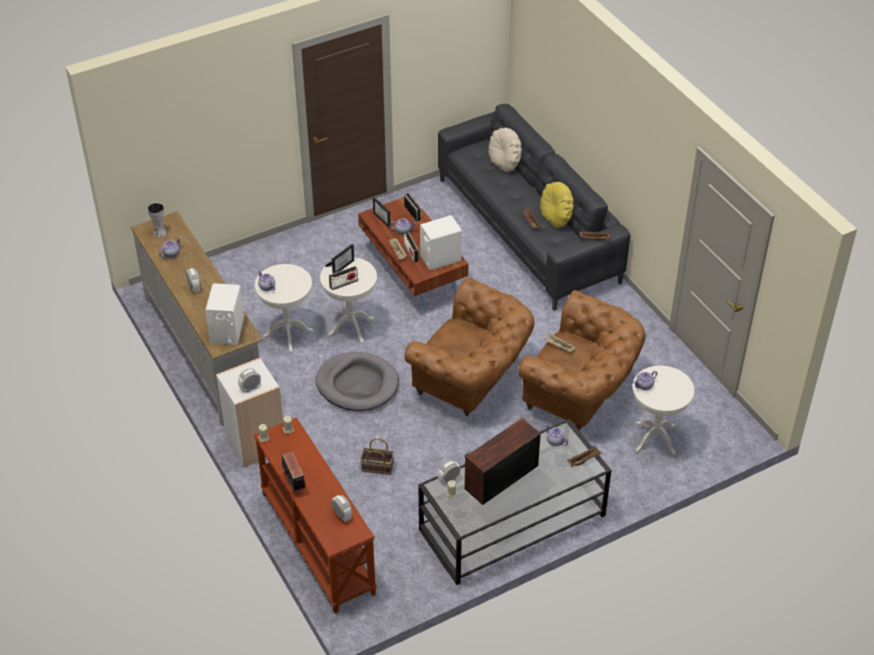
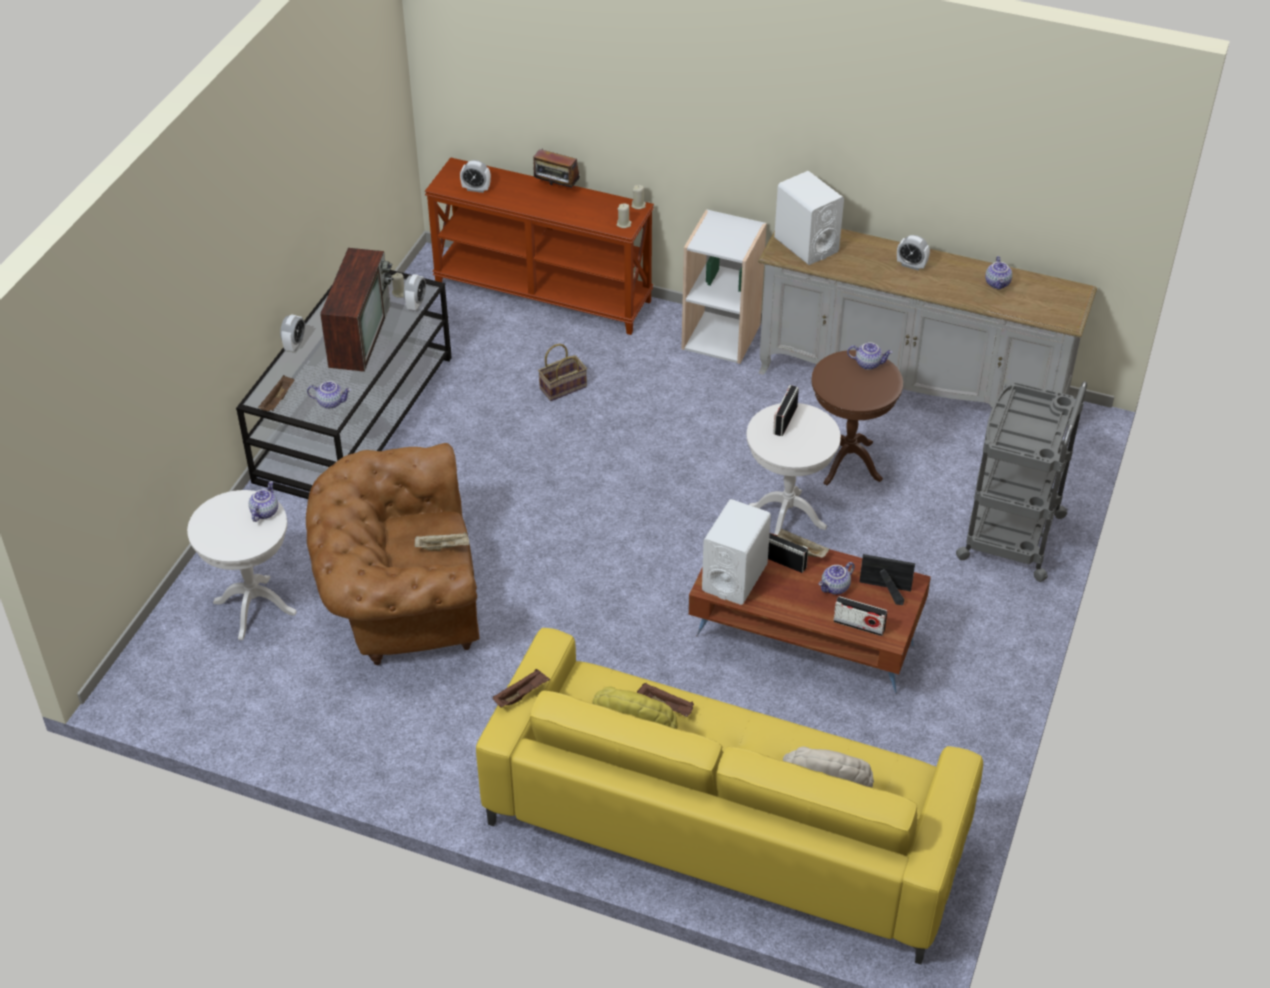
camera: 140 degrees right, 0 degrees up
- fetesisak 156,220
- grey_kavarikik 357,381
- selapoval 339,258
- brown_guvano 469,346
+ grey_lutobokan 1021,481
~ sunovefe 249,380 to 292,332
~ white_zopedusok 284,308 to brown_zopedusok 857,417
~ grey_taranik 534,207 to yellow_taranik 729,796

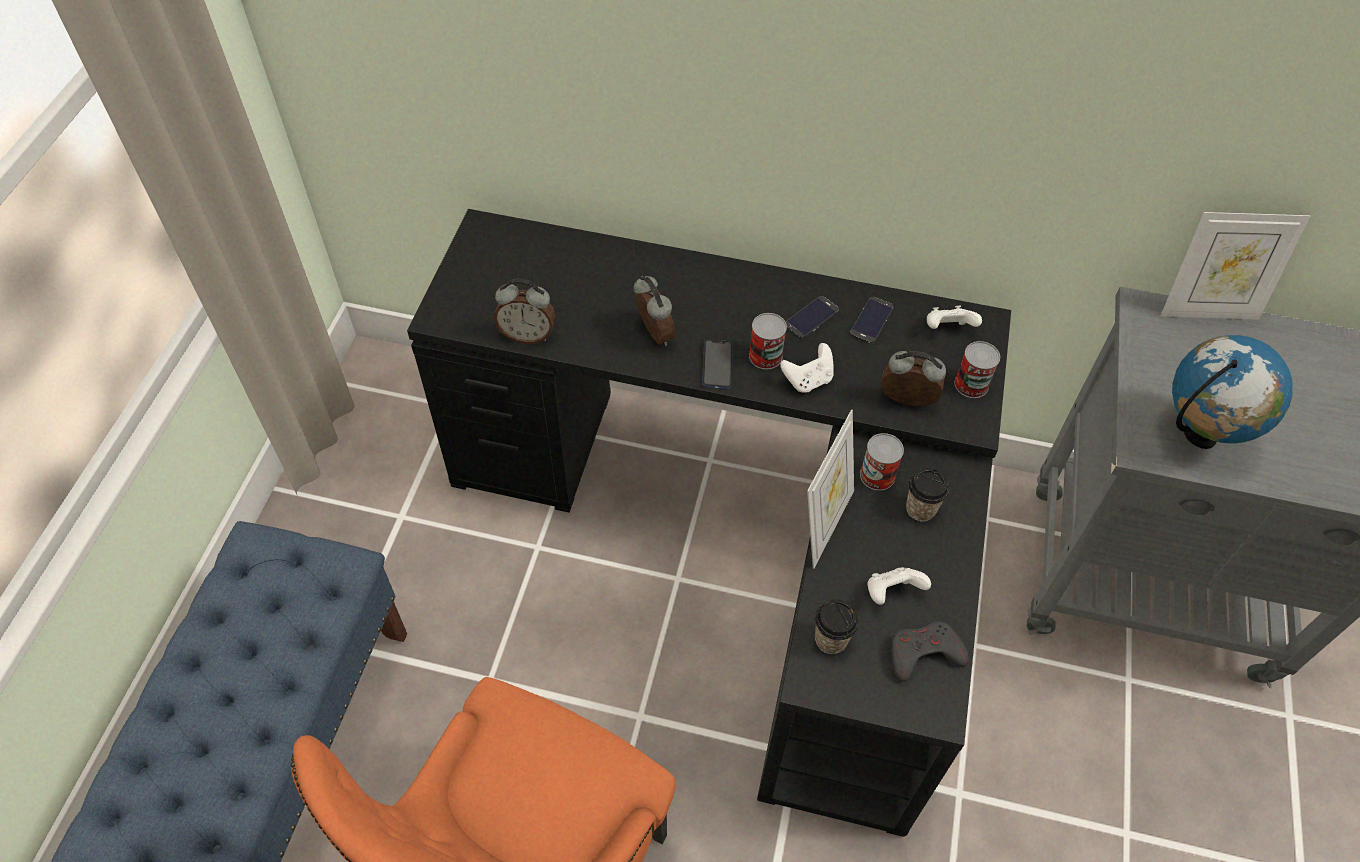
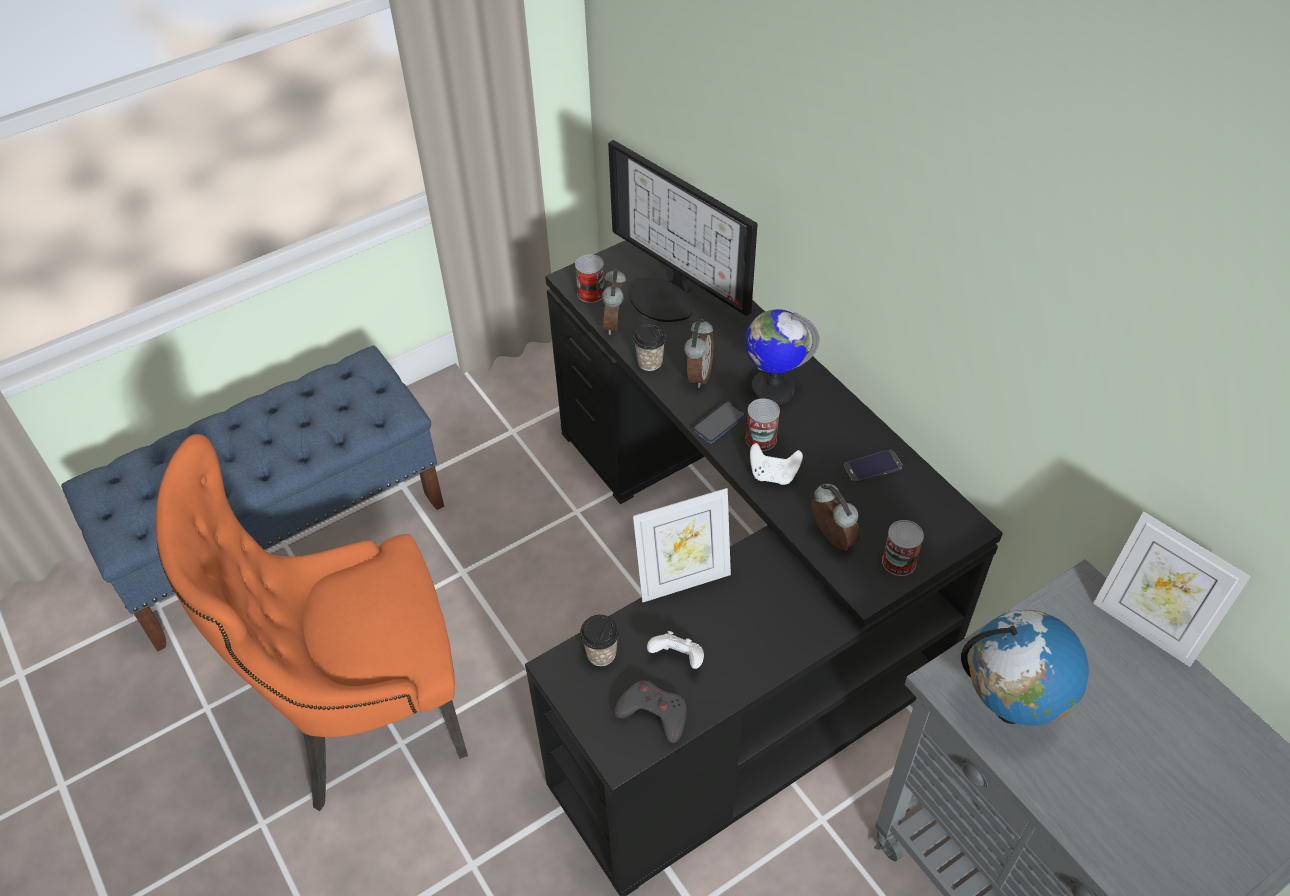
camera: 45 degrees right, 5 degrees down
- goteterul 812,317
- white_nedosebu 954,317
+ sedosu 682,231
+ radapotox 782,357
~ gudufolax 882,462 to 590,278
~ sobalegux 927,495 to 649,347
~ sunovefe 524,311 = 614,302 45 degrees clockwise

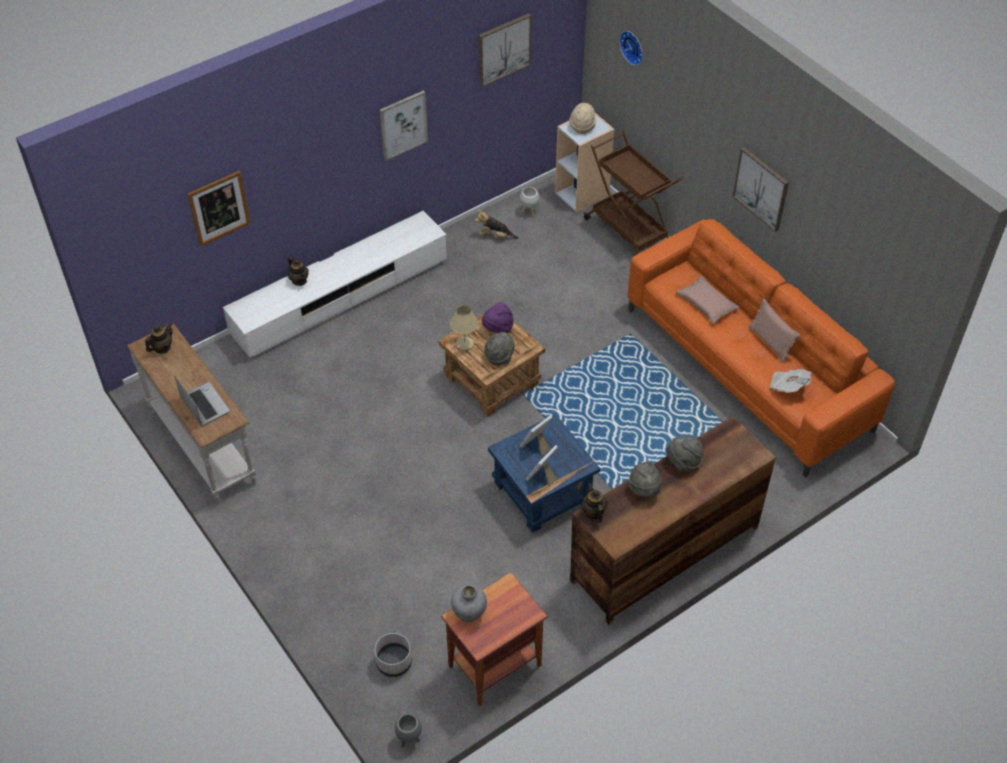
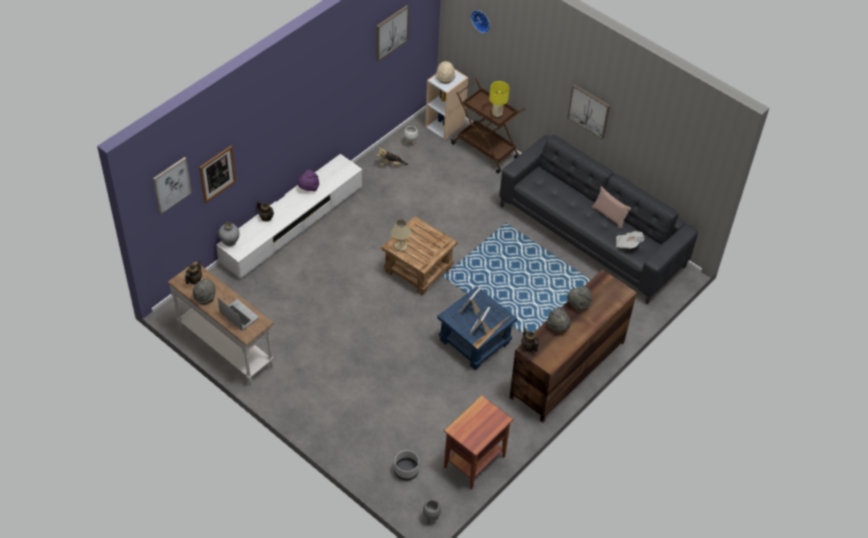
camera: 15 degrees left, 0 degrees up
- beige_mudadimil 707,300
+ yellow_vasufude 499,99
~ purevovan 404,125 to 172,185
~ grey_fetesisak 469,603 to 229,234
~ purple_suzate 498,317 to 308,180
~ grey_suzate 499,349 to 204,292
~ orange_taranik 761,348 to grey_taranik 598,220

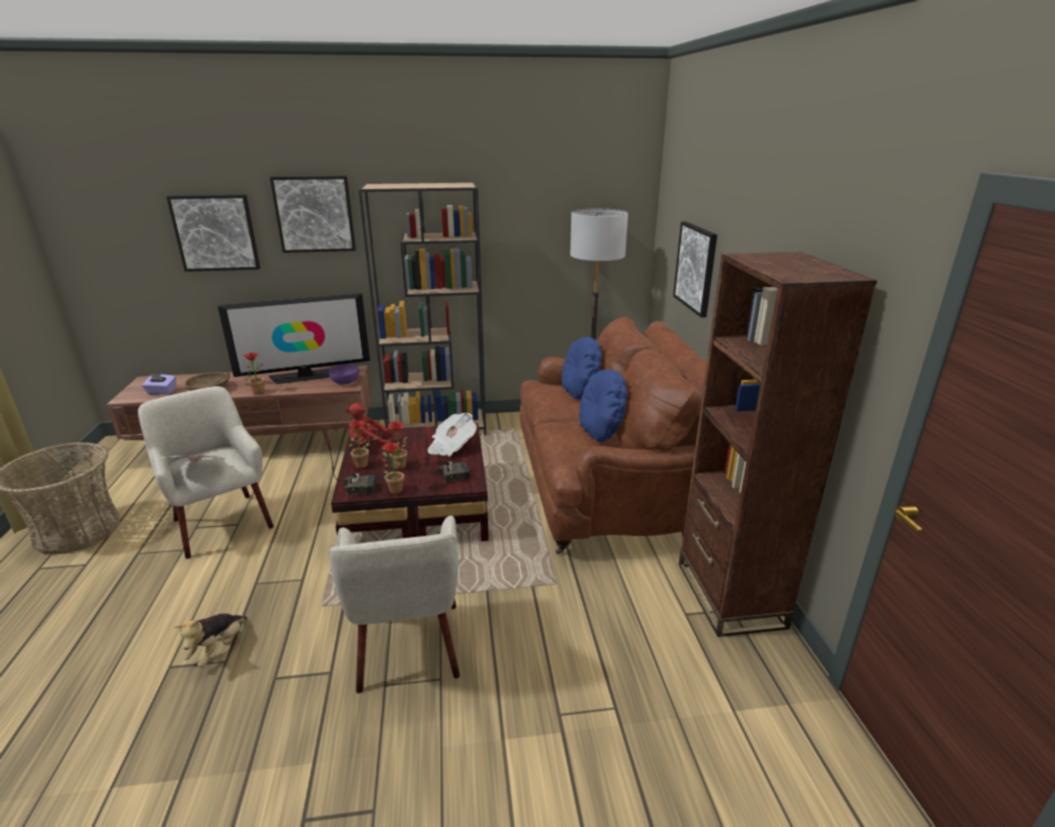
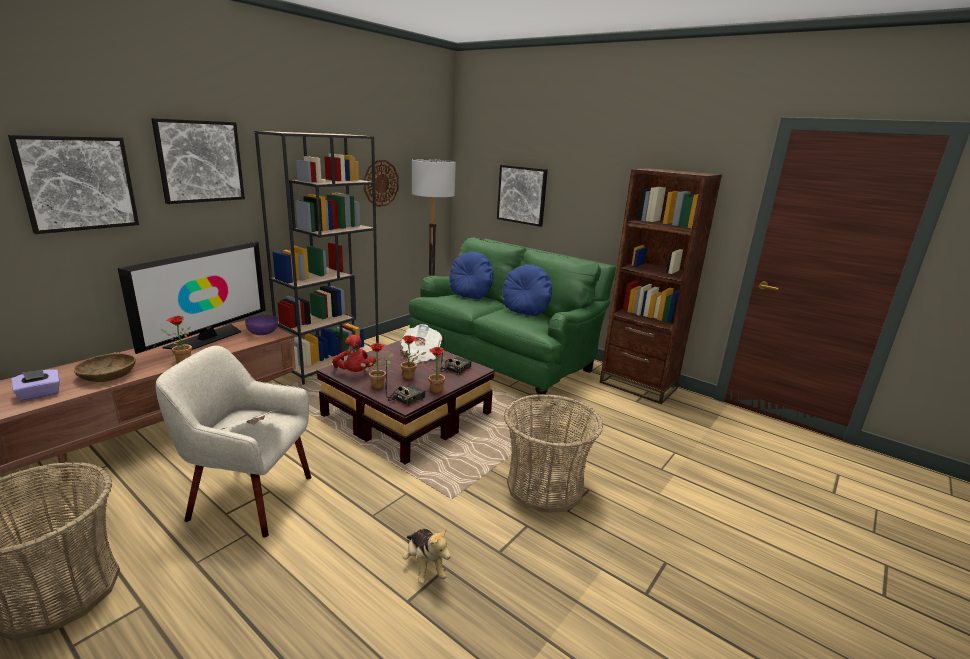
camera: 45 degrees left, 5 degrees down
+ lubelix 381,183
~ beige_guvano 394,604 to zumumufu 553,453
~ brown_taranik 613,435 to green_taranik 512,319
~ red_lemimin 369,424 = 354,353 60 degrees counterclockwise

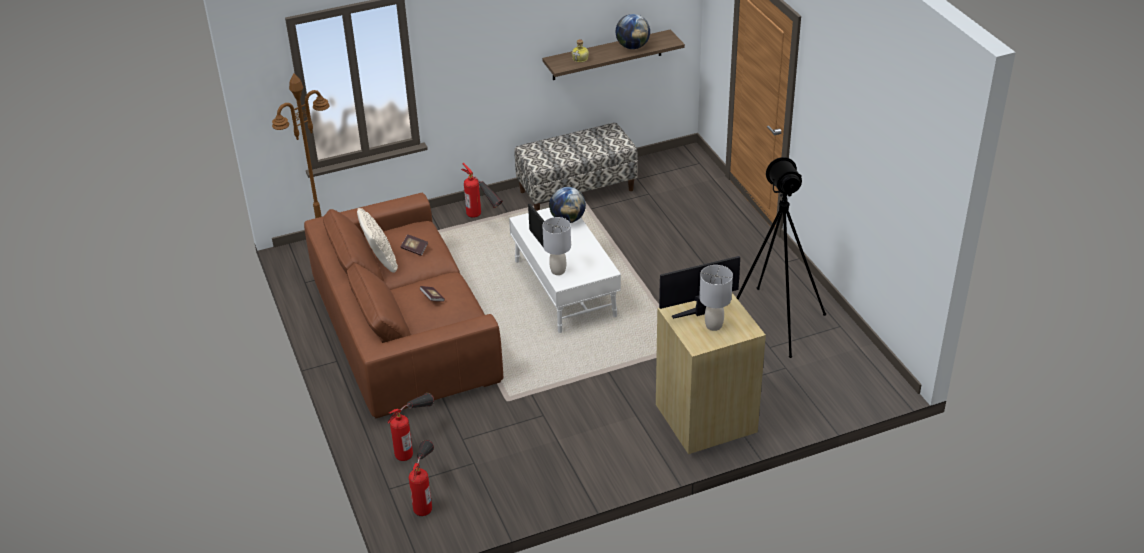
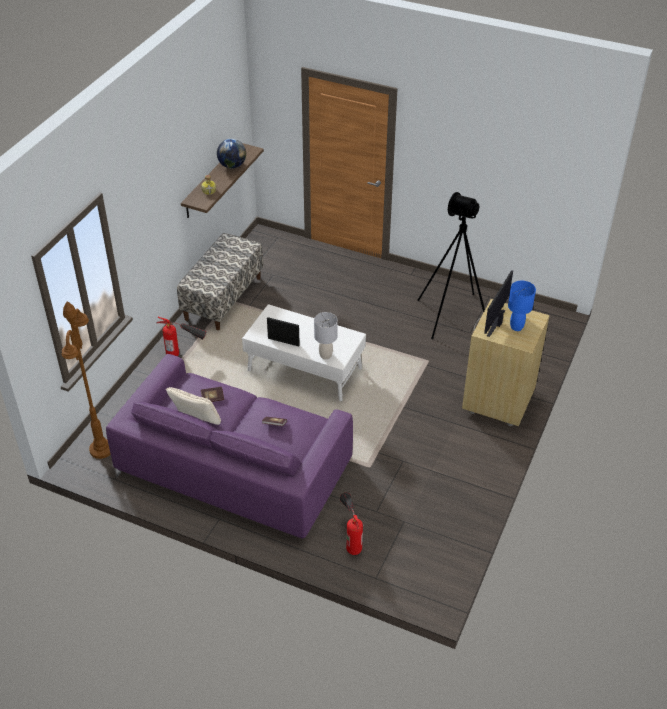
camera: 45 degrees left, 5 degrees up
- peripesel 421,478
- radapotox 567,205
~ brown_taranik 403,305 to purple_taranik 229,446
~ grey_vasufude 716,298 to blue_vasufude 522,306

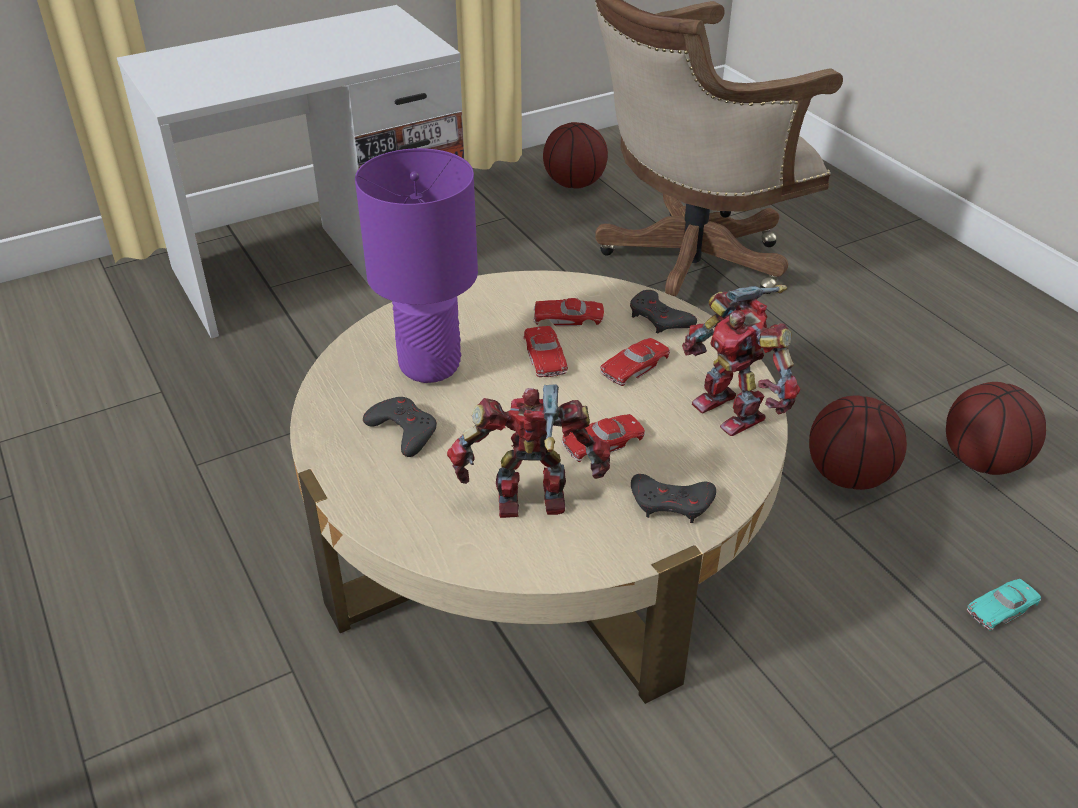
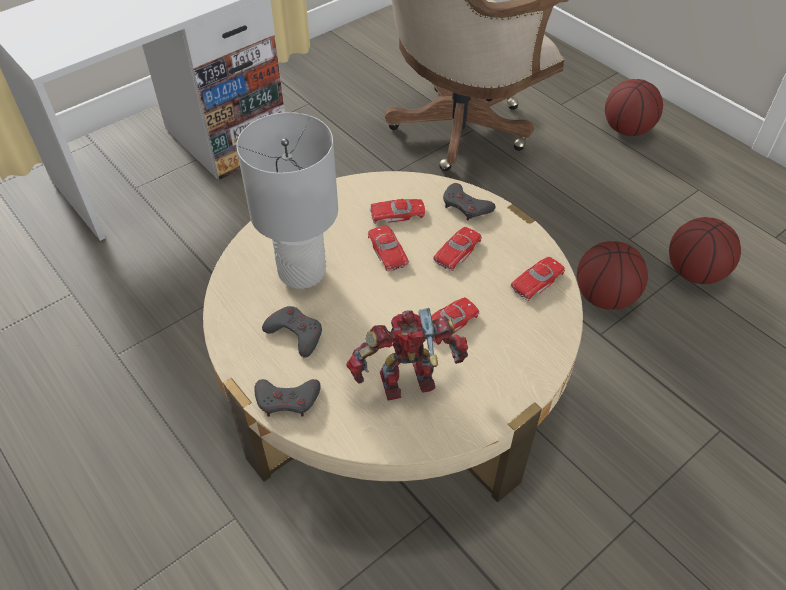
camera: 10 degrees left, 10 degrees up
- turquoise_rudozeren 1004,604
~ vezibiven 575,155 to 634,107
~ grey_nedosebu 673,498 to 287,398
~ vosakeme 741,360 to red_rudozeren 537,279
~ purple_vasufude 416,265 to grey_vasufude 287,200

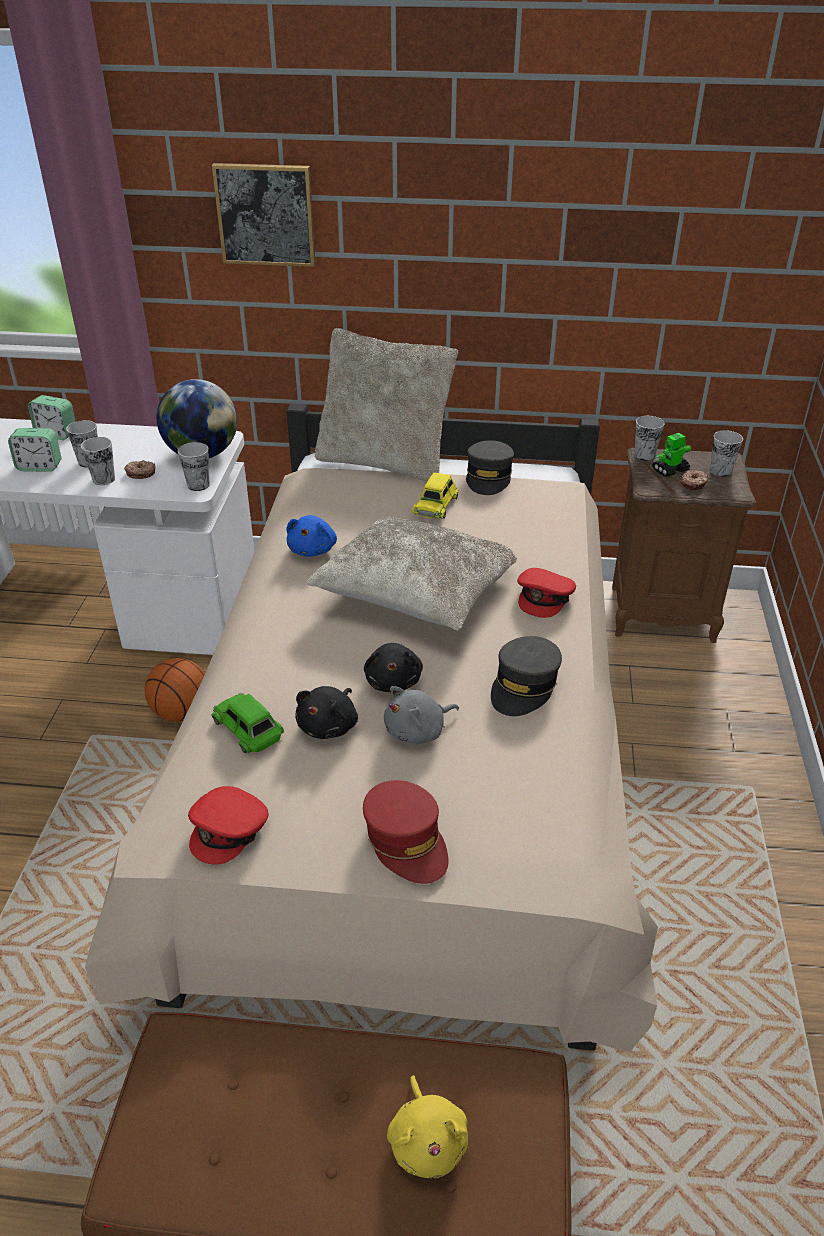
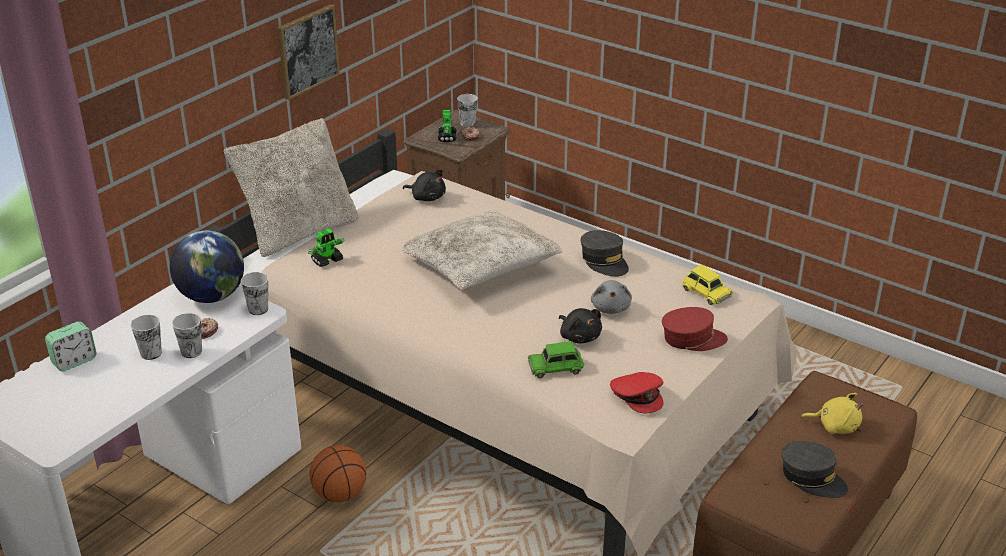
camera: 60 degrees left, 5 degrees down
- sunovefe 34,450
- blue_lemimin 311,536
- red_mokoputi 546,593
- sobalegux 649,438
+ vosakeme 326,247
~ purevovan 264,215 to 308,52
~ black_lemimin 393,667 to 424,185
~ yellow_rudozeren 435,495 to 707,285
~ grey_mokoputi 490,467 to 815,469

